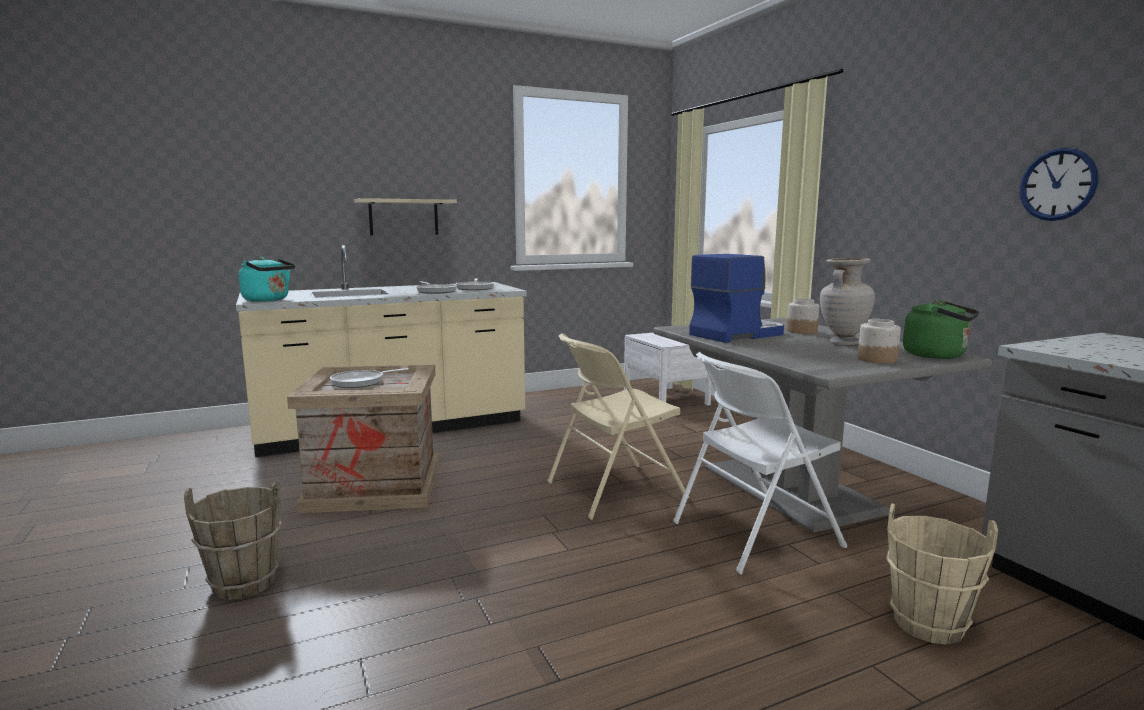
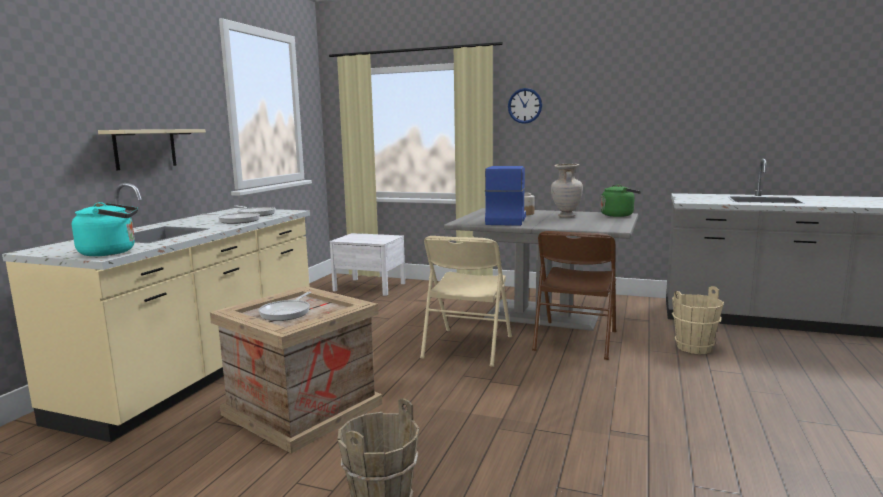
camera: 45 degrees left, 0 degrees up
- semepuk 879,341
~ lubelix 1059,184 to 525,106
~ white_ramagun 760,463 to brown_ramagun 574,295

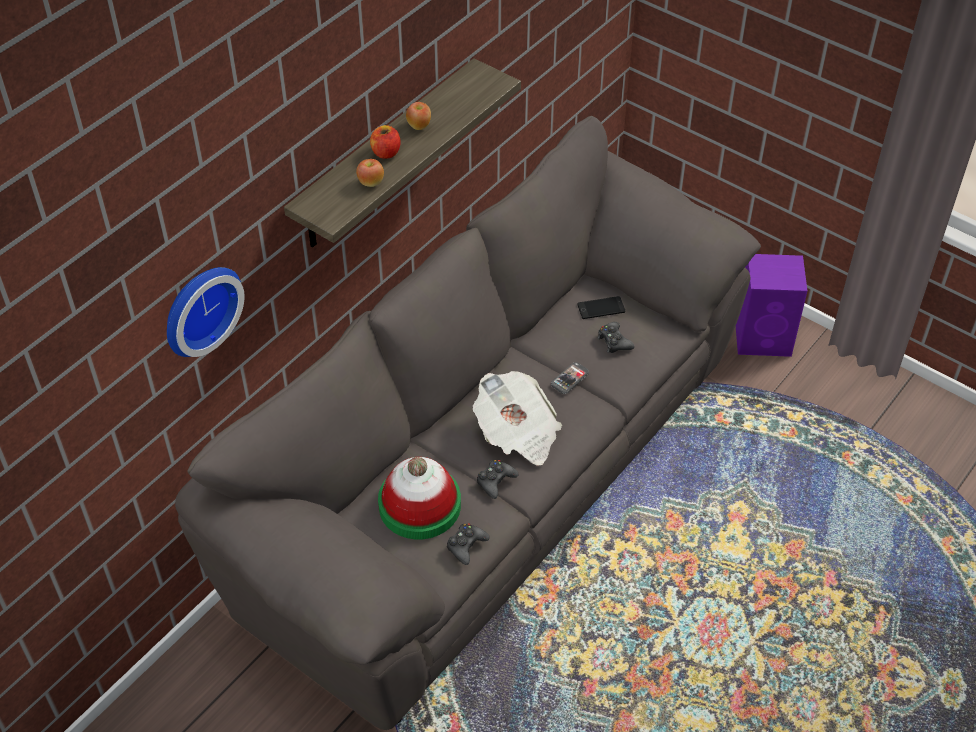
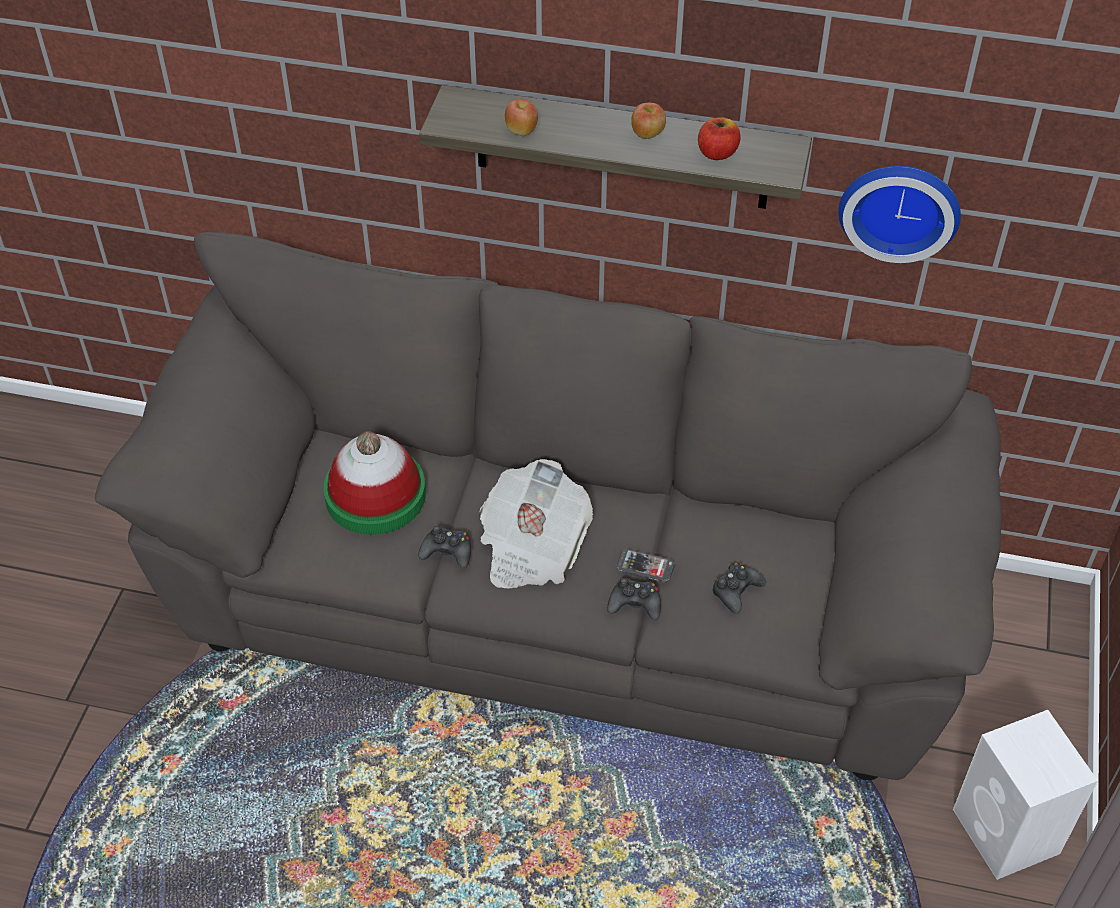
camera: 65 degrees right, 0 degrees up
- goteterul 601,307
~ lubelix 205,312 to 899,214
~ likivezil 385,142 to 719,139
~ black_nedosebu 468,544 to 634,599
~ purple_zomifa 771,305 to white_zomifa 1025,795

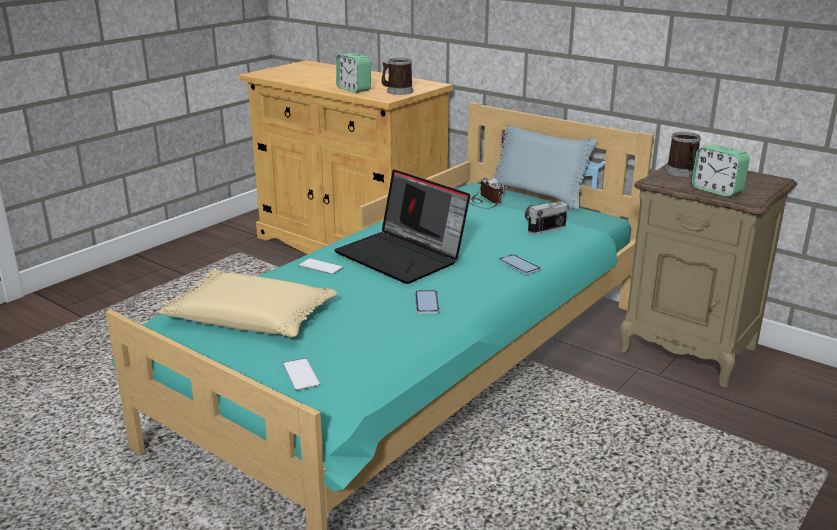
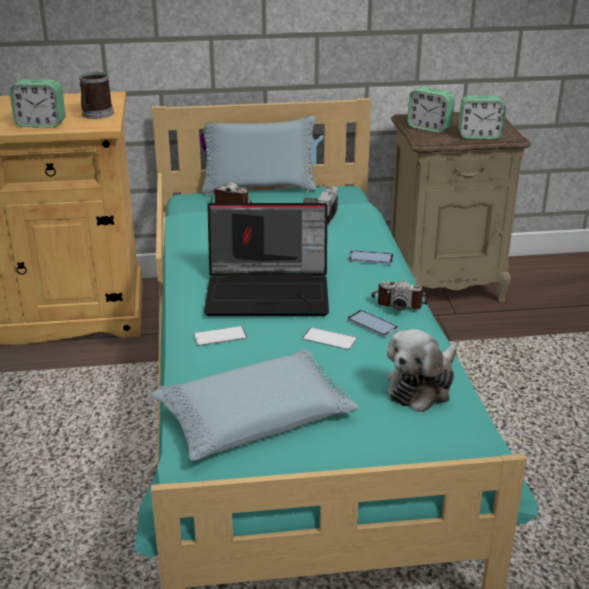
camera: 45 degrees left, 5 degrees up
+ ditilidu 399,295
+ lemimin 422,370
~ goteterul 302,374 to 329,338
~ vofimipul 683,154 to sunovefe 431,110
~ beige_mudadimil 248,303 to blue_mudadimil 255,405

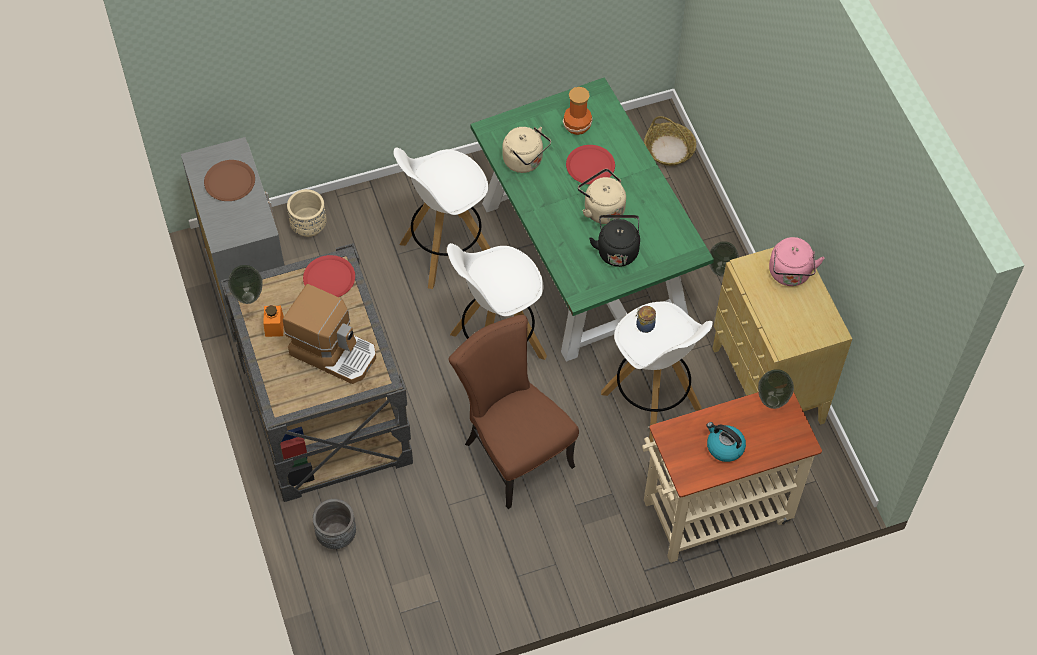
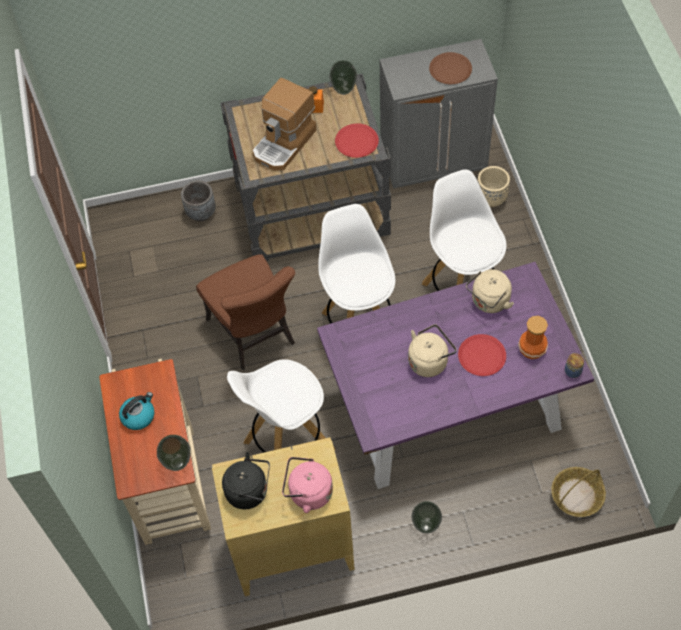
camera: 100 degrees right, 0 degrees up
~ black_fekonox 614,241 to 246,480
~ semepuk 646,319 to 574,365
~ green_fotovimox 592,219 to purple_fotovimox 455,375
~ brown_ramagun 514,412 = 245,312 90 degrees clockwise

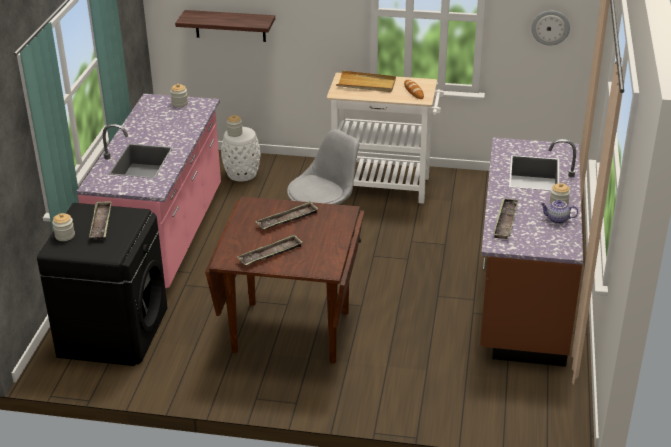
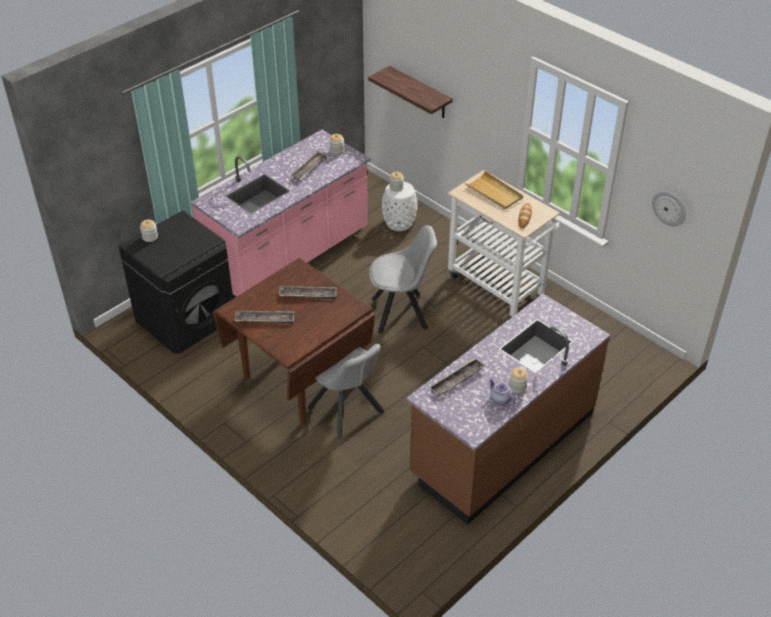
camera: 35 degrees right, 10 degrees up
+ grey_ramagun 345,391
~ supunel 100,220 to 308,166

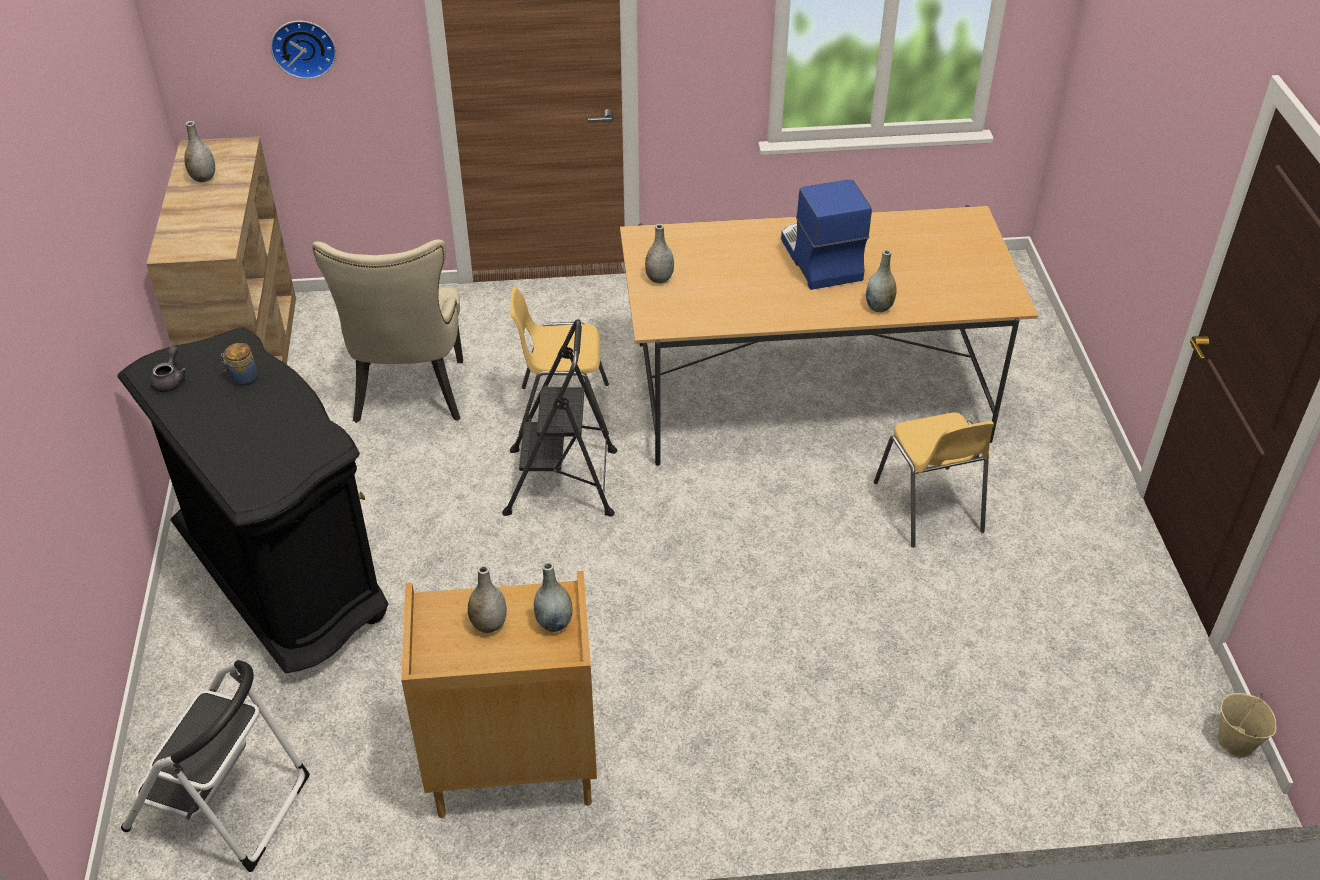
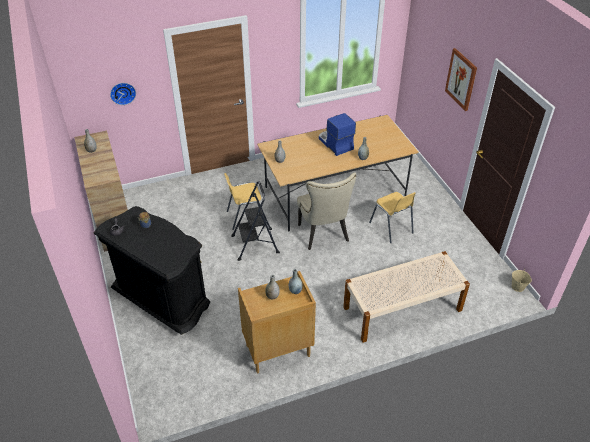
camera: 15 degrees left, 0 degrees up
- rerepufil 215,766
+ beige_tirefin 406,297
+ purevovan 461,79
~ beige_ramagun 387,331 to 326,211

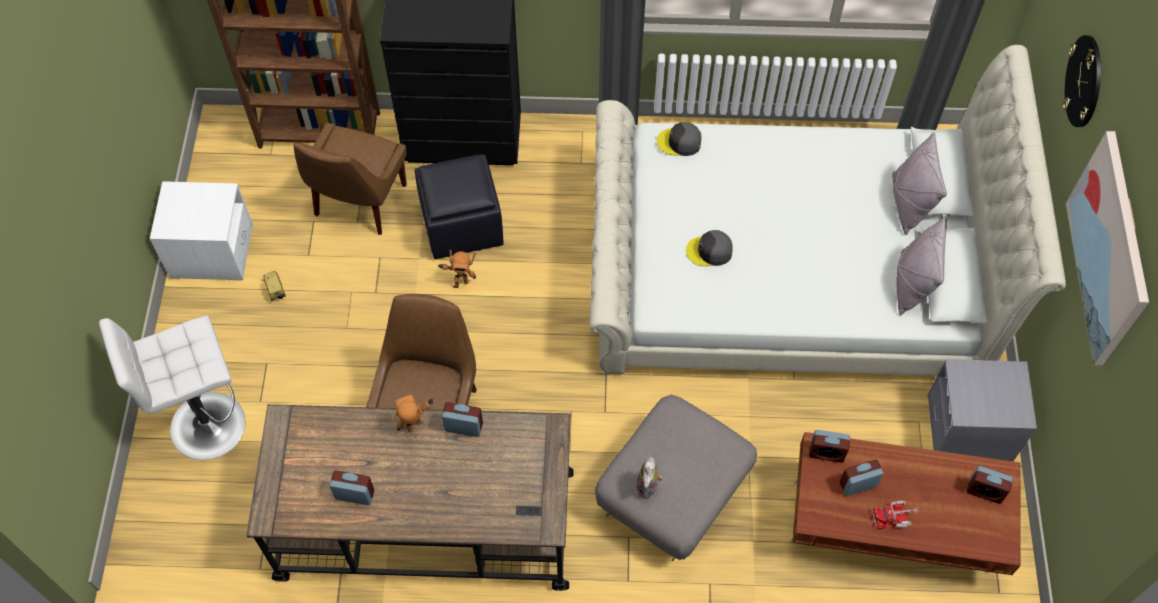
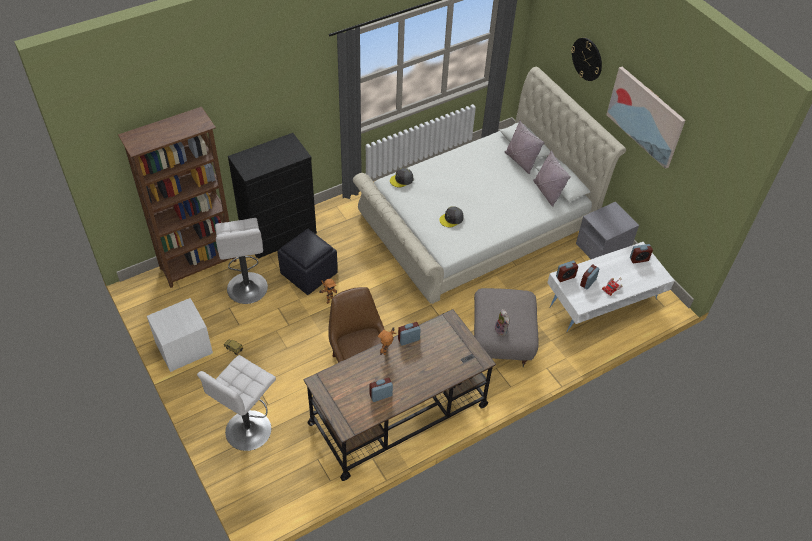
camera: 35 degrees left, 10 degrees down
~ brown_ramagun 350,179 to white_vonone 241,261
~ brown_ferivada 905,503 to white_ferivada 611,286

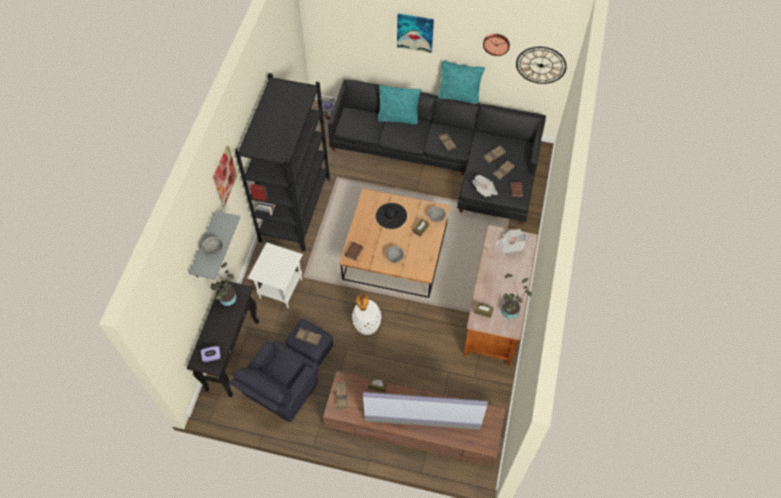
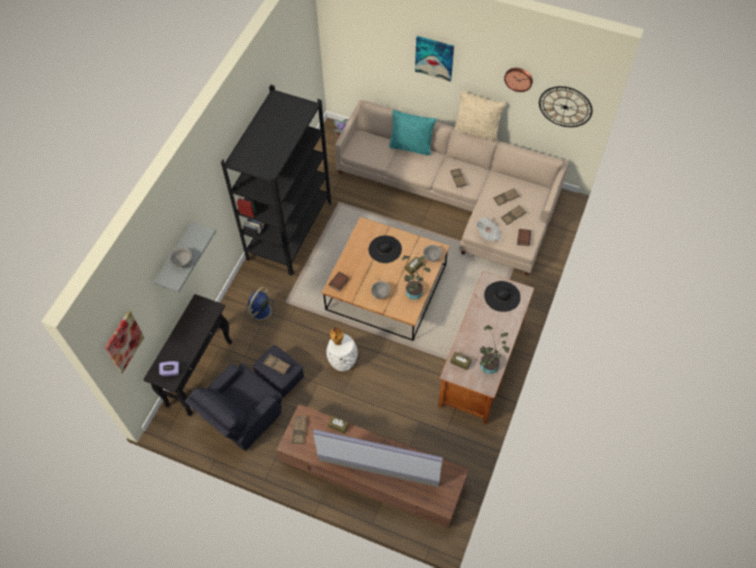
camera: 10 degrees right, 0 degrees up
~ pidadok 223,284 to 416,277
~ purevovan 225,176 to 124,342
~ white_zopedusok 275,275 to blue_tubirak 260,306
~ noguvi 511,242 to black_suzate 502,296
~ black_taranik 437,152 to beige_taranik 452,188
~ turquoise_mudadimil 461,82 to beige_mudadimil 480,116

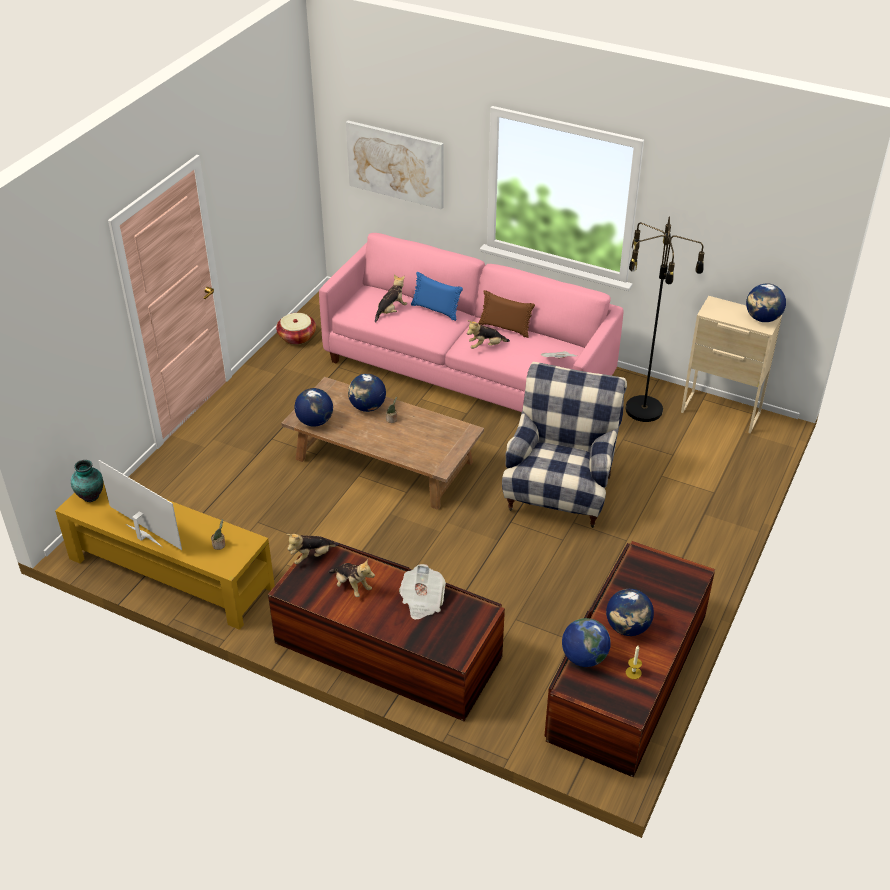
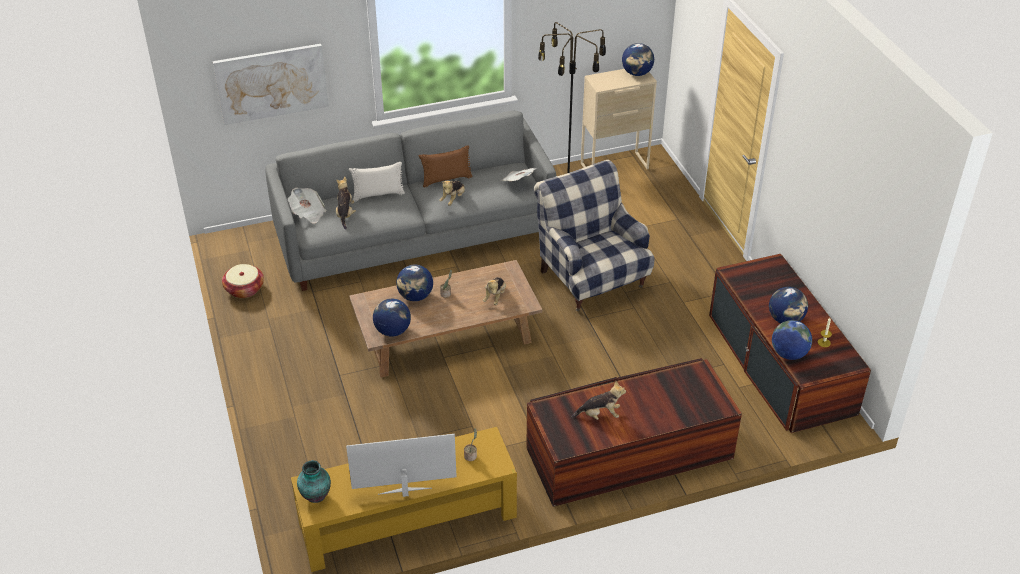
camera: 45 degrees left, 0 degrees up
~ lemimin 312,549 to 494,291
~ noguvi 422,592 to 307,205
~ pink_taranik 471,322 to grey_taranik 410,201
~ blue_mudadimil 437,296 to white_mudadimil 377,182

